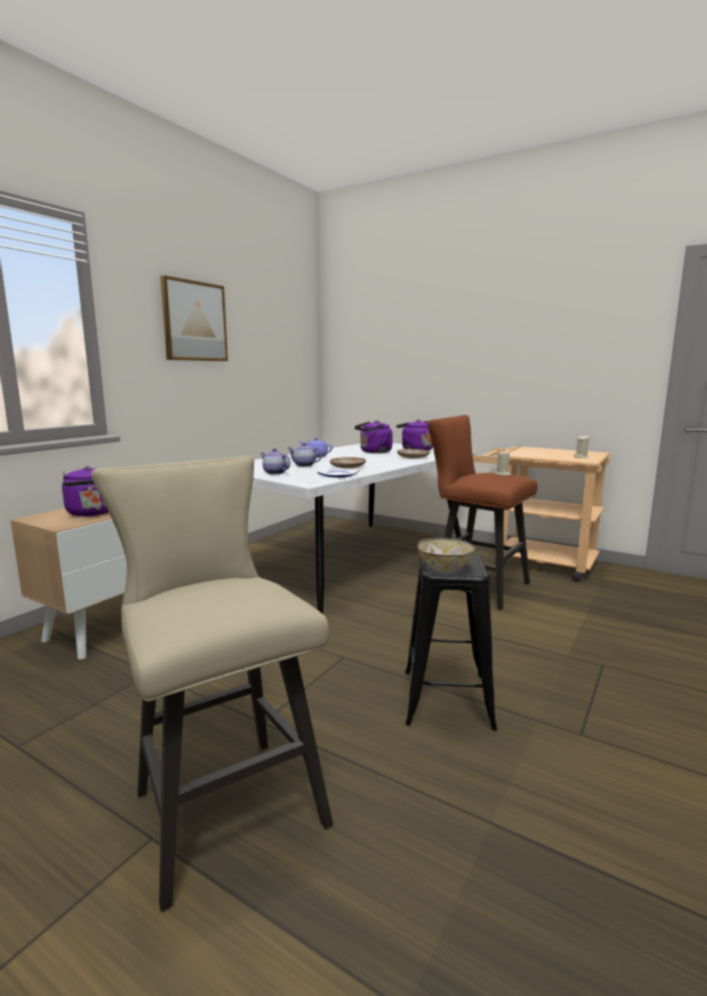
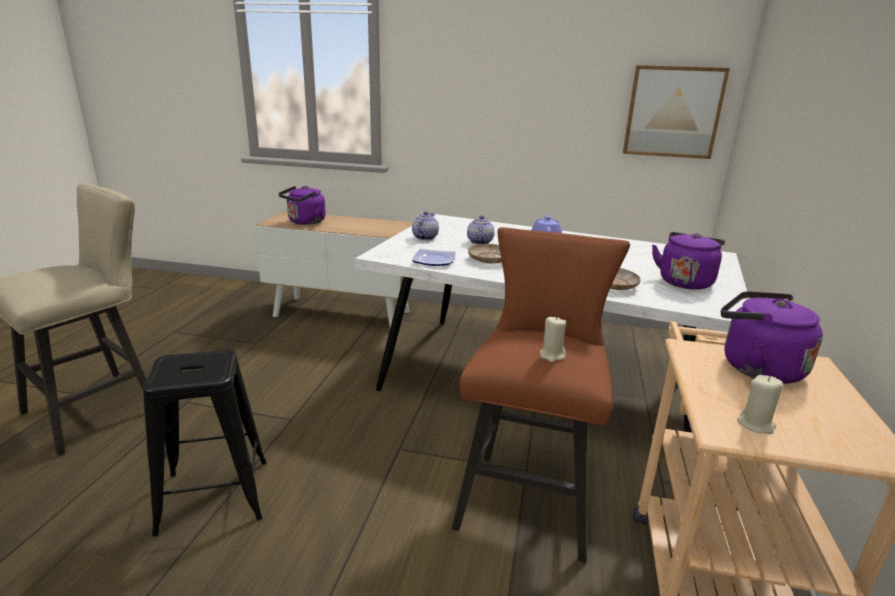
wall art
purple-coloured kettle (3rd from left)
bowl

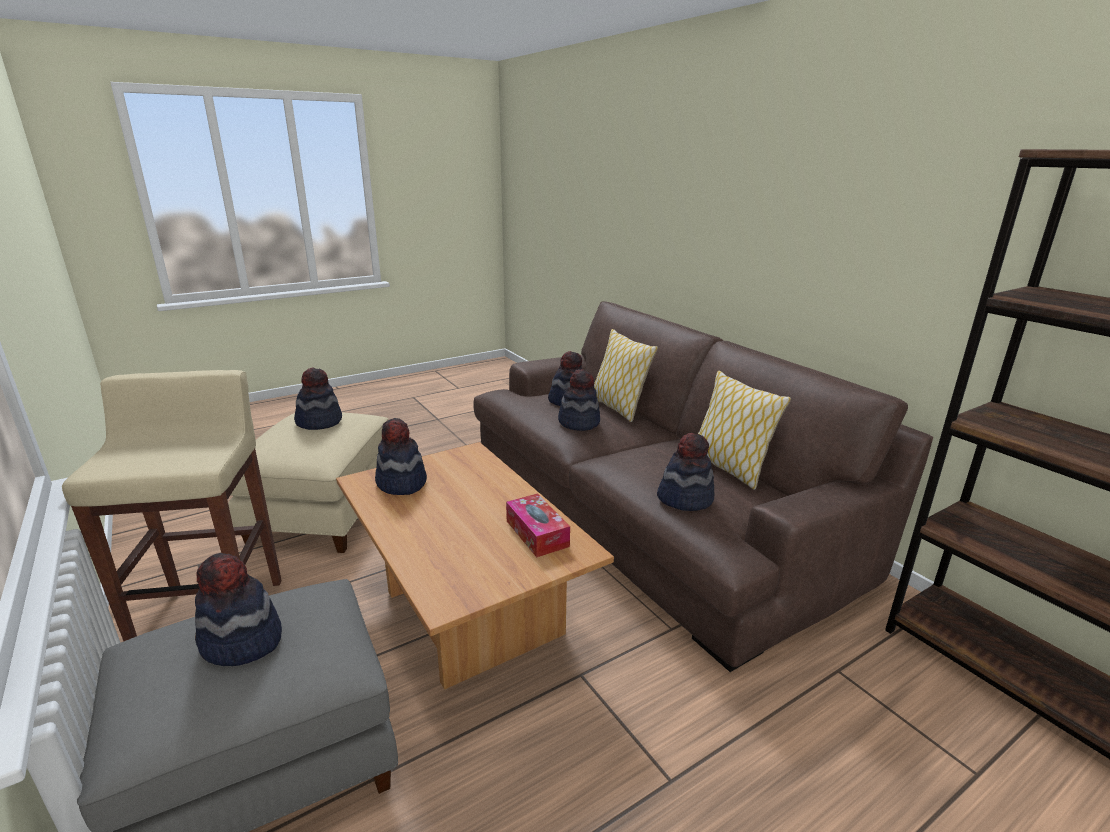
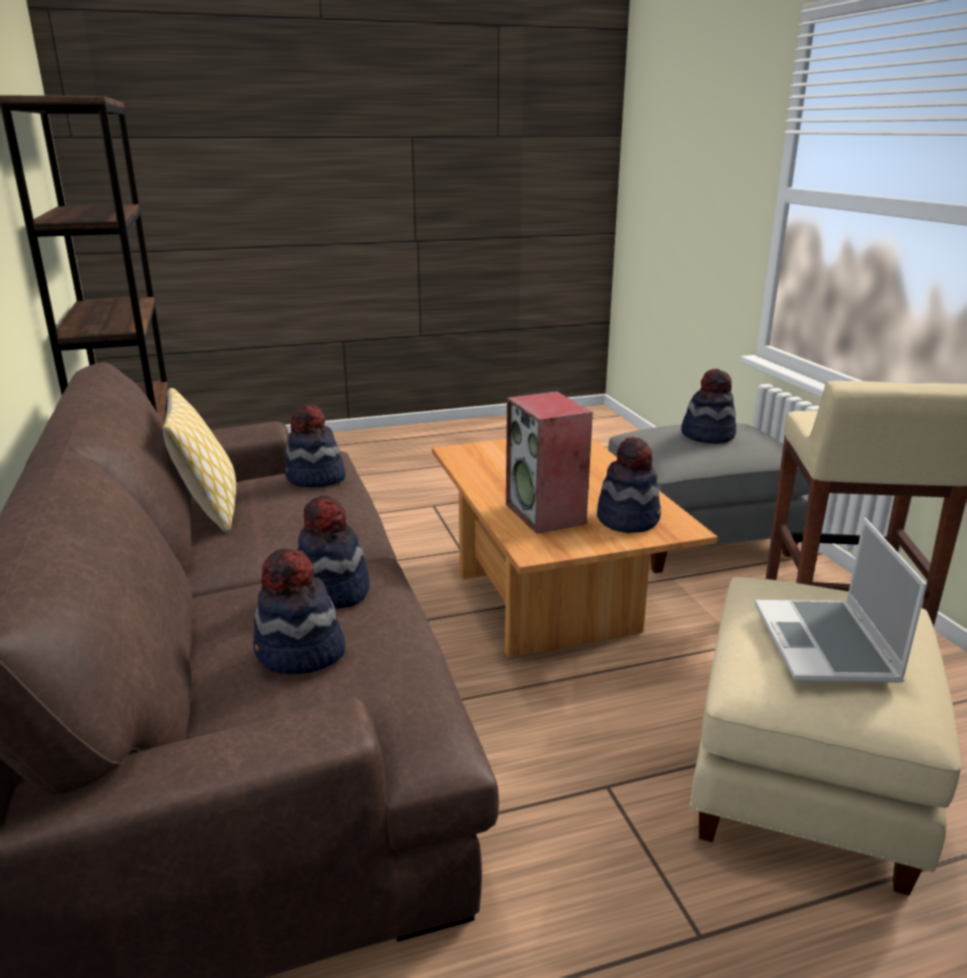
audio speaker
laptop
box of tissues
throw pillow (1st from left in the first image)

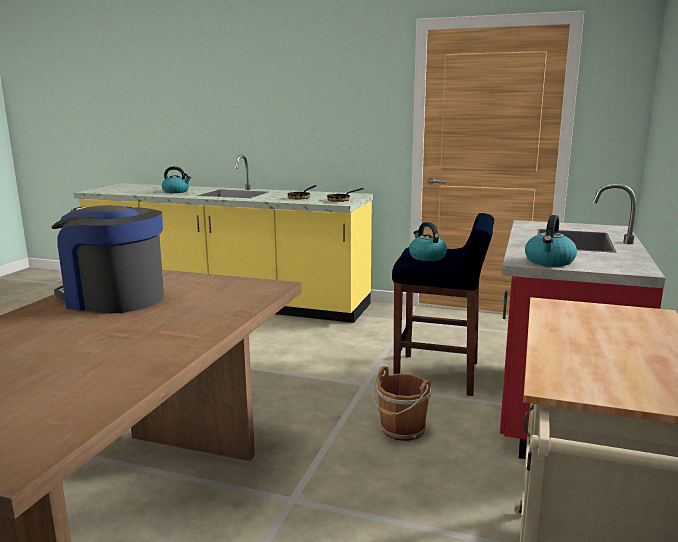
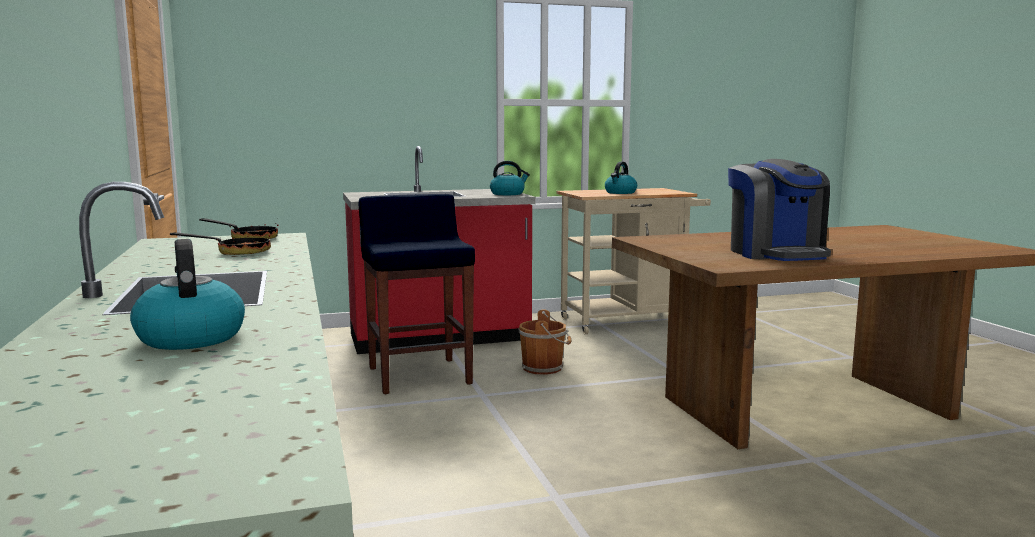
kettle (3rd from left)

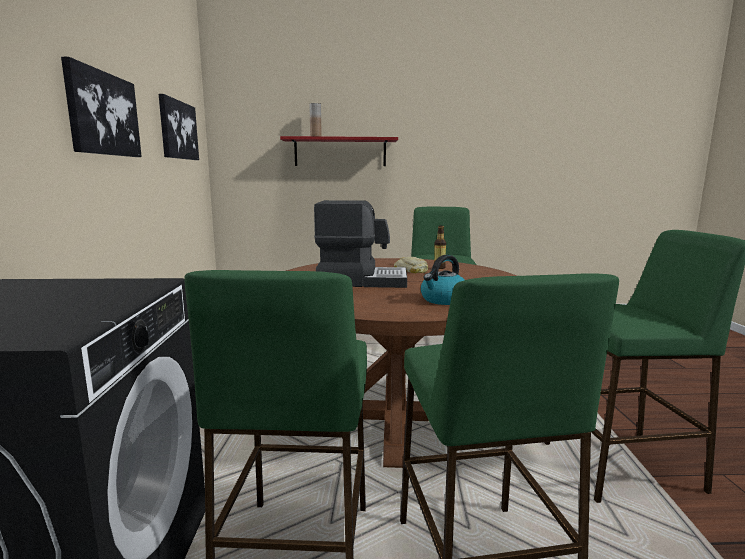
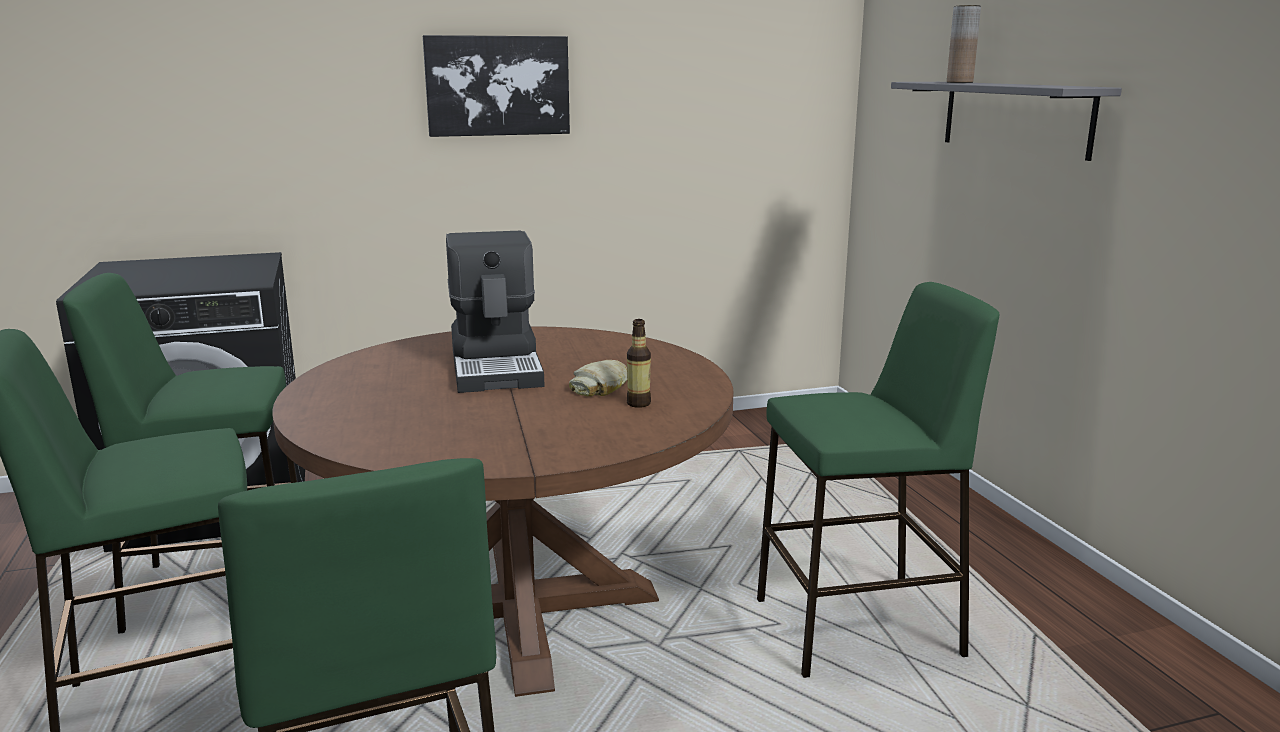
grey wall shelf
wall art (2nd from left in the first image)
kettle

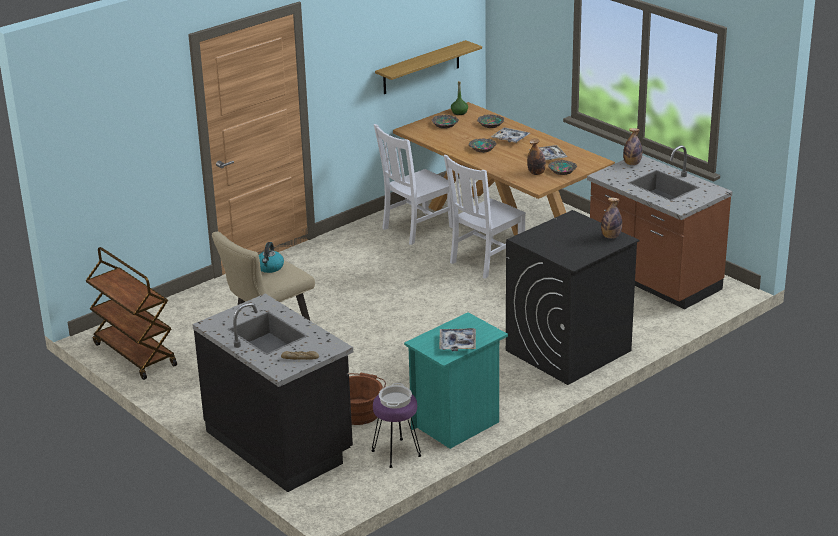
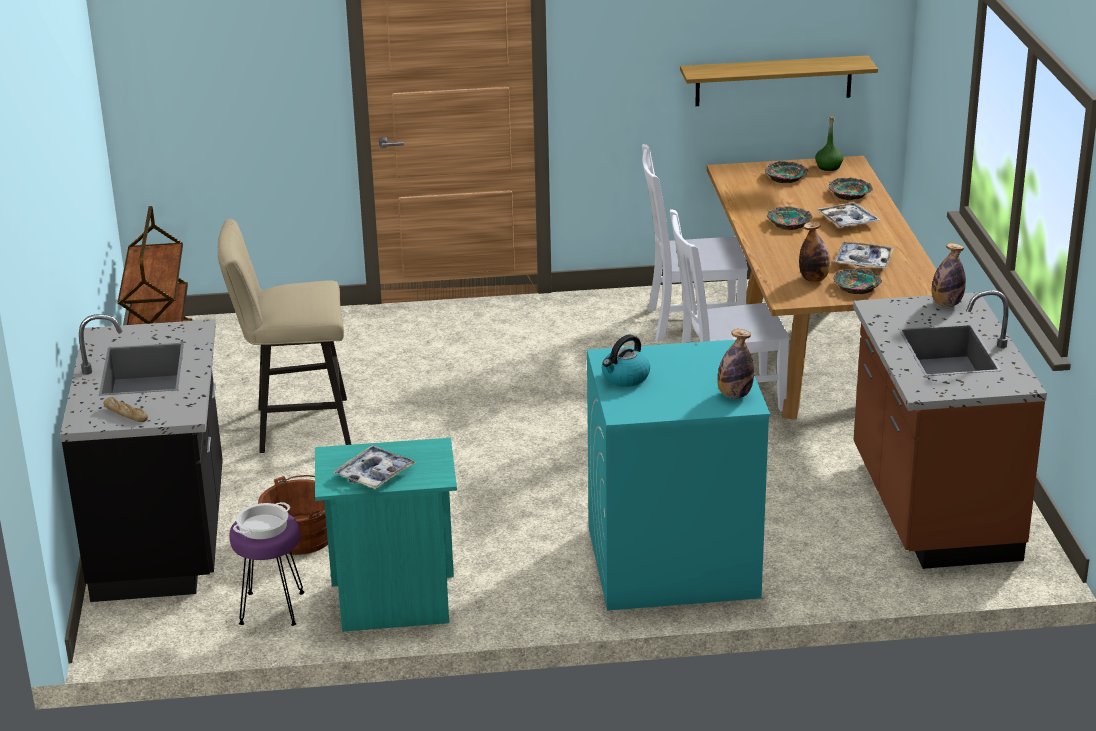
turquoise-coloured laundry appliance
kettle

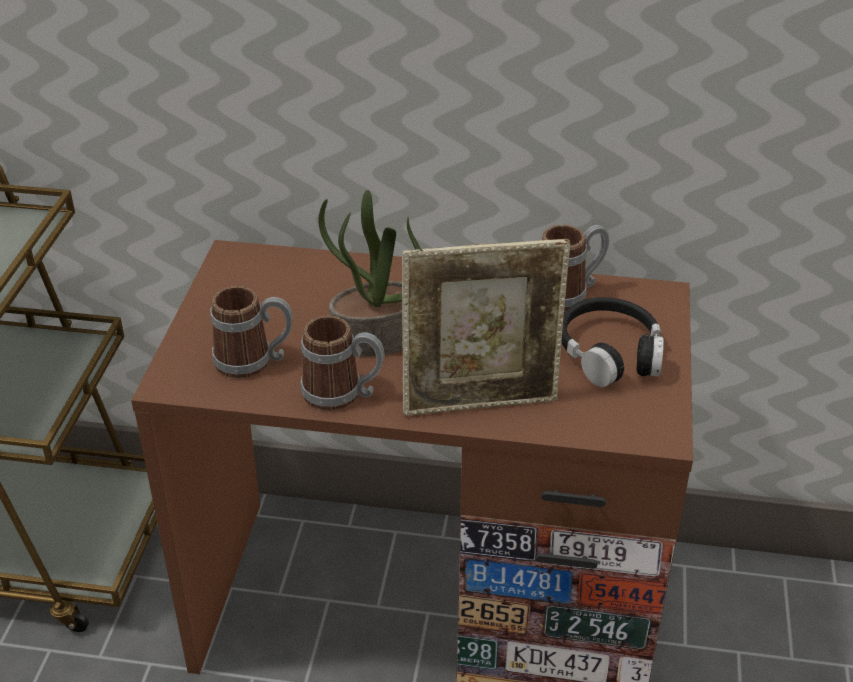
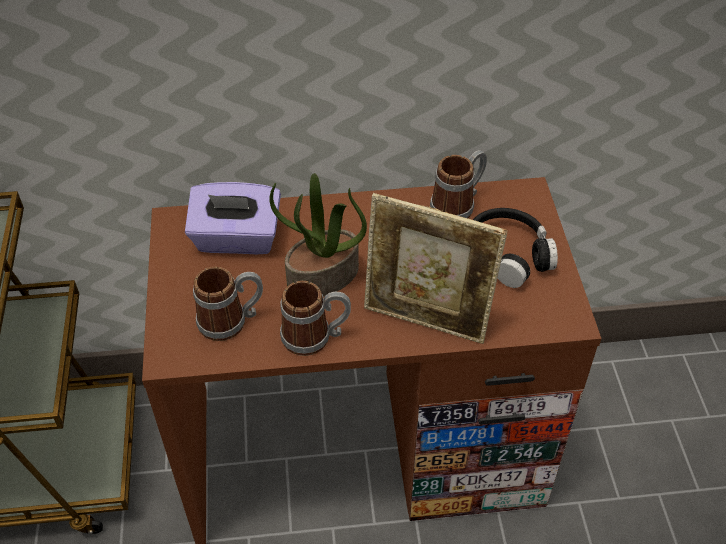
purple-coloured box of tissues
standing frame

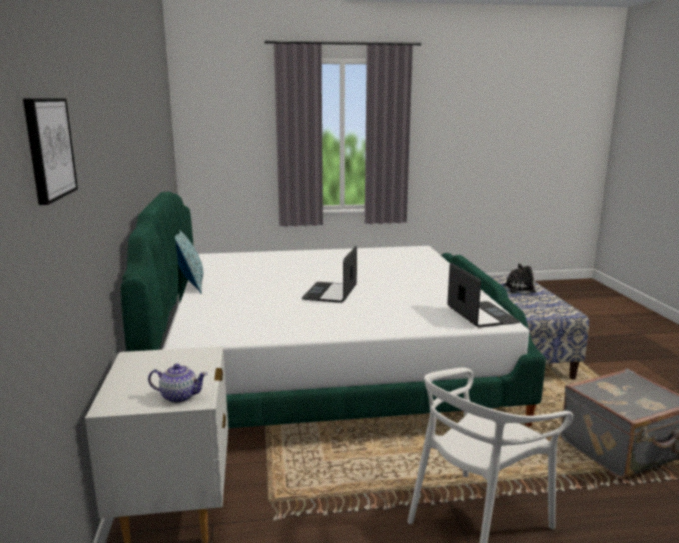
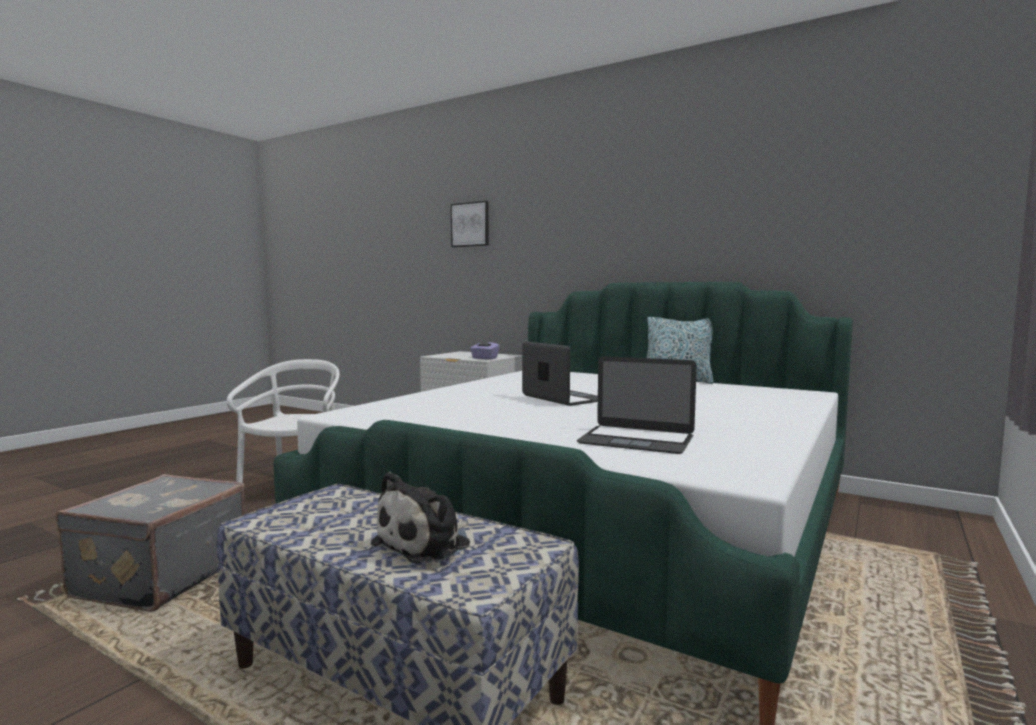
purple-coloured box of tissues
laptop (2nd from left)
tea pot

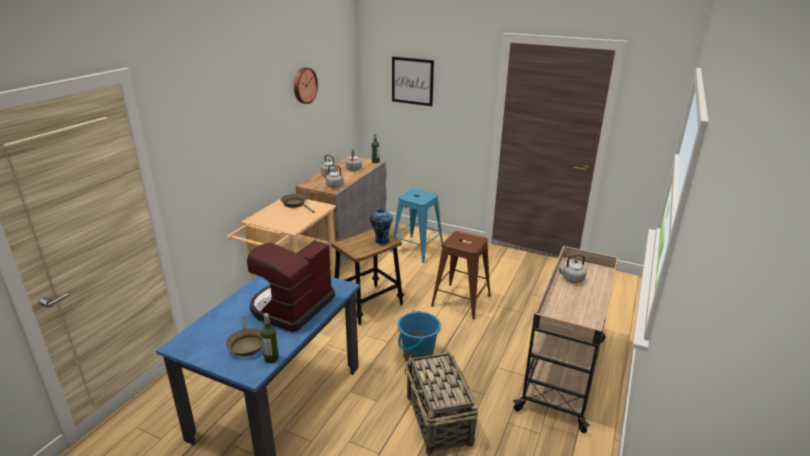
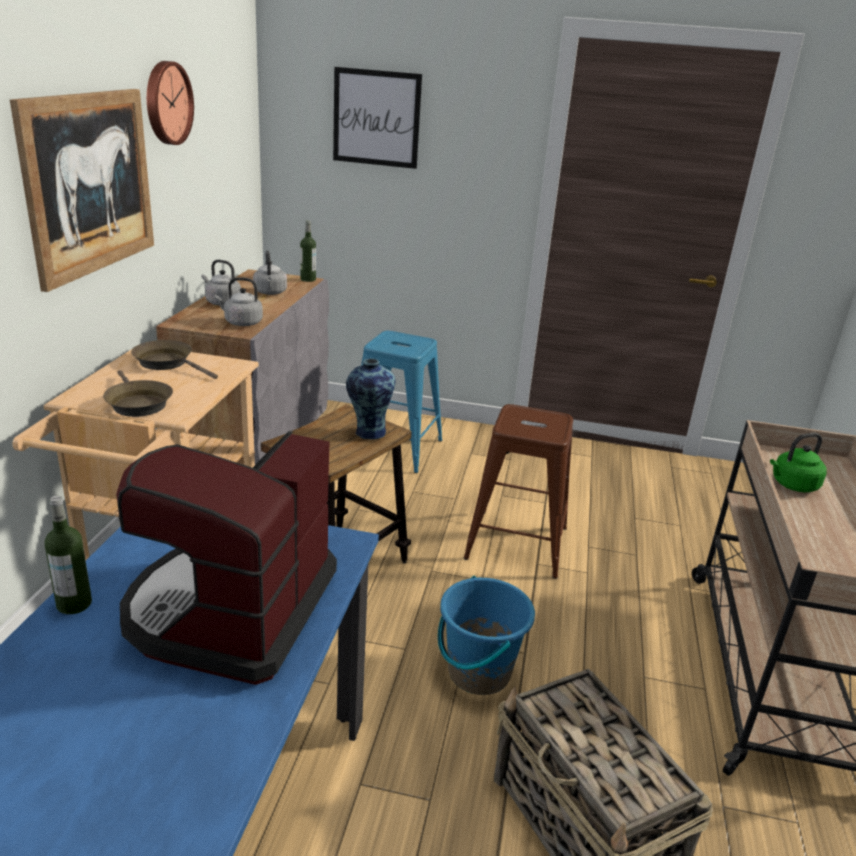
wall art (1st from left)
drink bottle (1st from left)
brown-coloured pan (1st from left)
greenish kettle

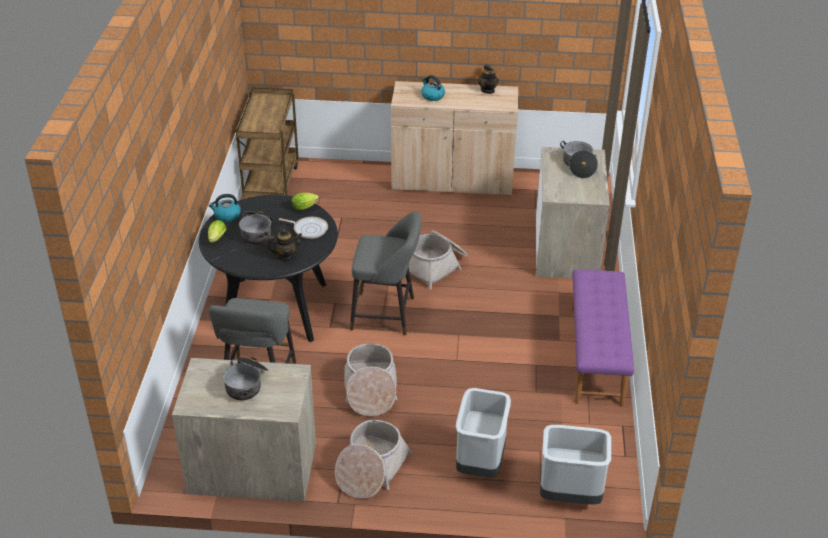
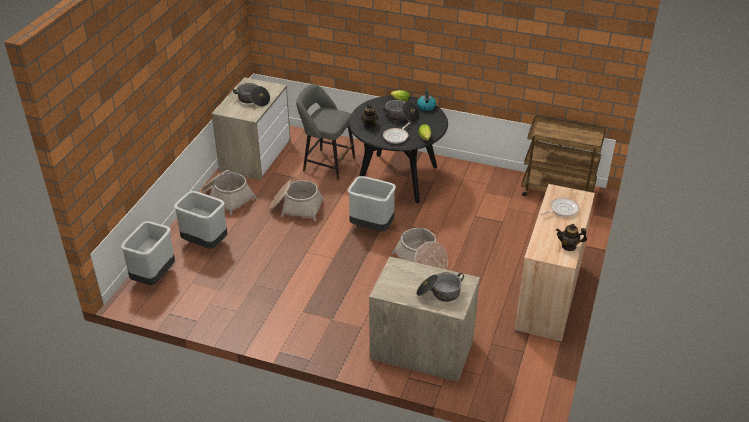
grey rubbish bin (3rd from left)
pan (2nd from left)
purple-coloured indoor bench

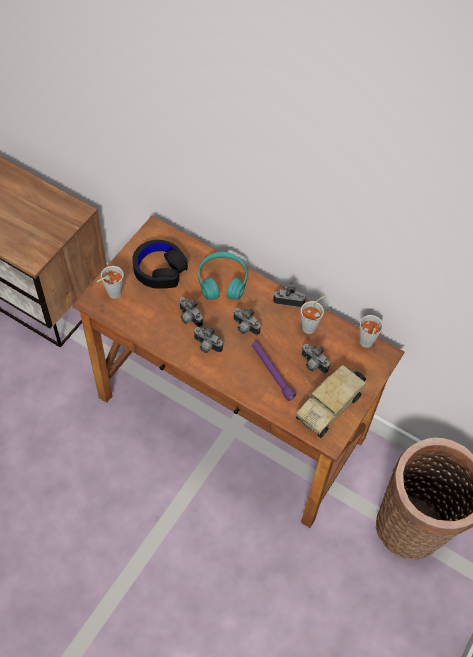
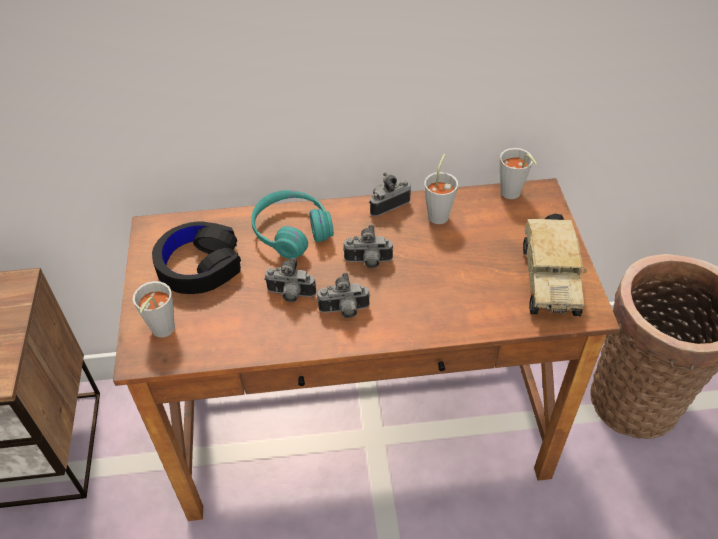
purple-coloured flashlight
still camera (5th from left in the first image)

